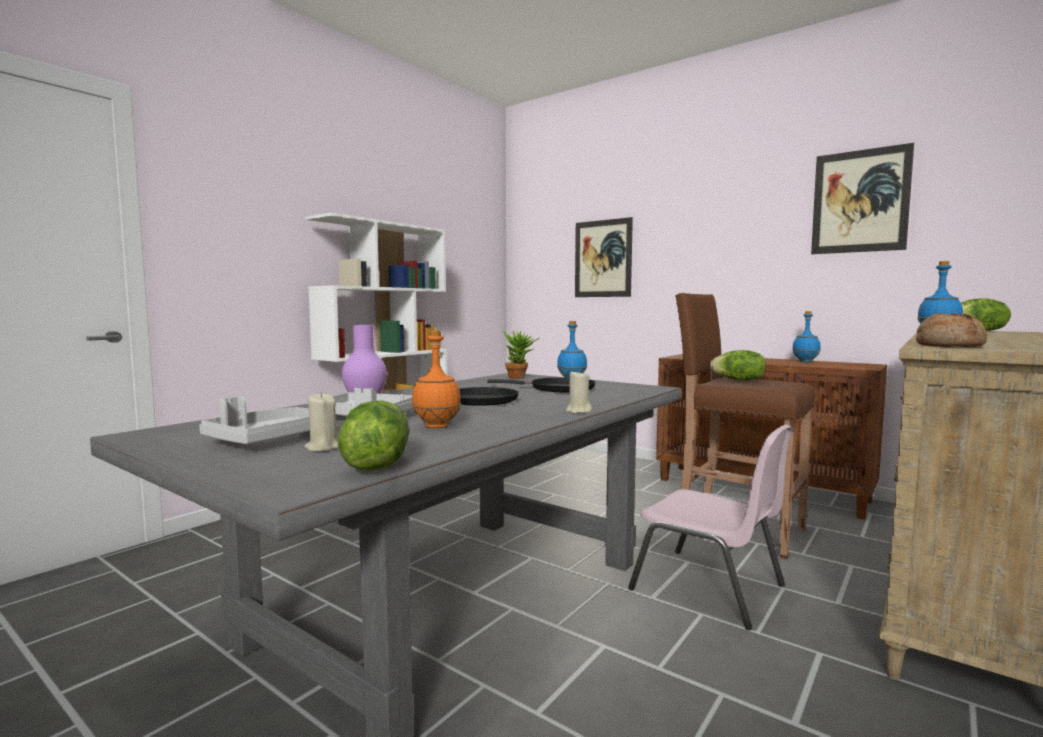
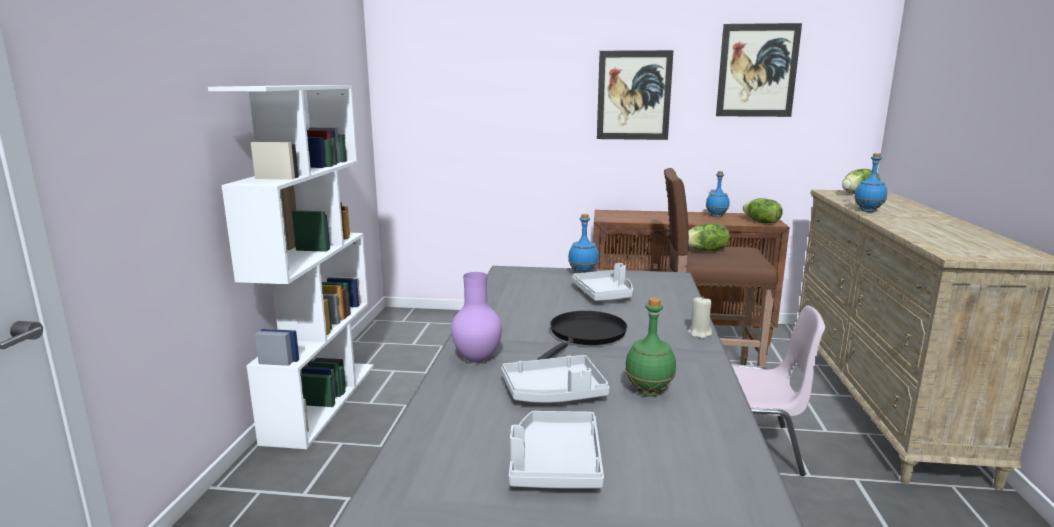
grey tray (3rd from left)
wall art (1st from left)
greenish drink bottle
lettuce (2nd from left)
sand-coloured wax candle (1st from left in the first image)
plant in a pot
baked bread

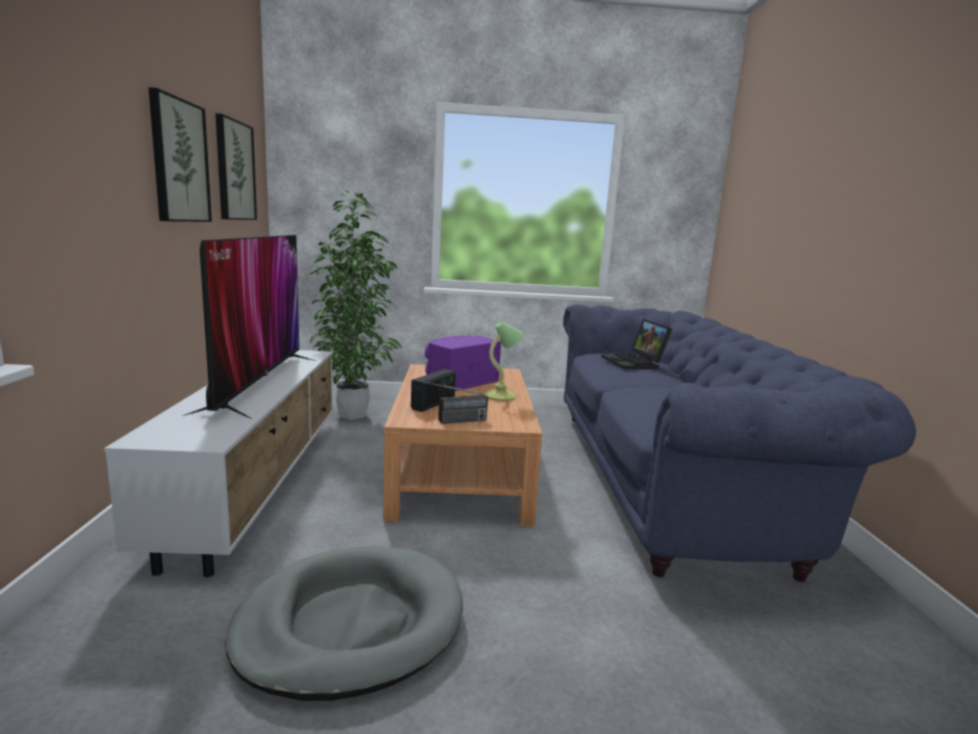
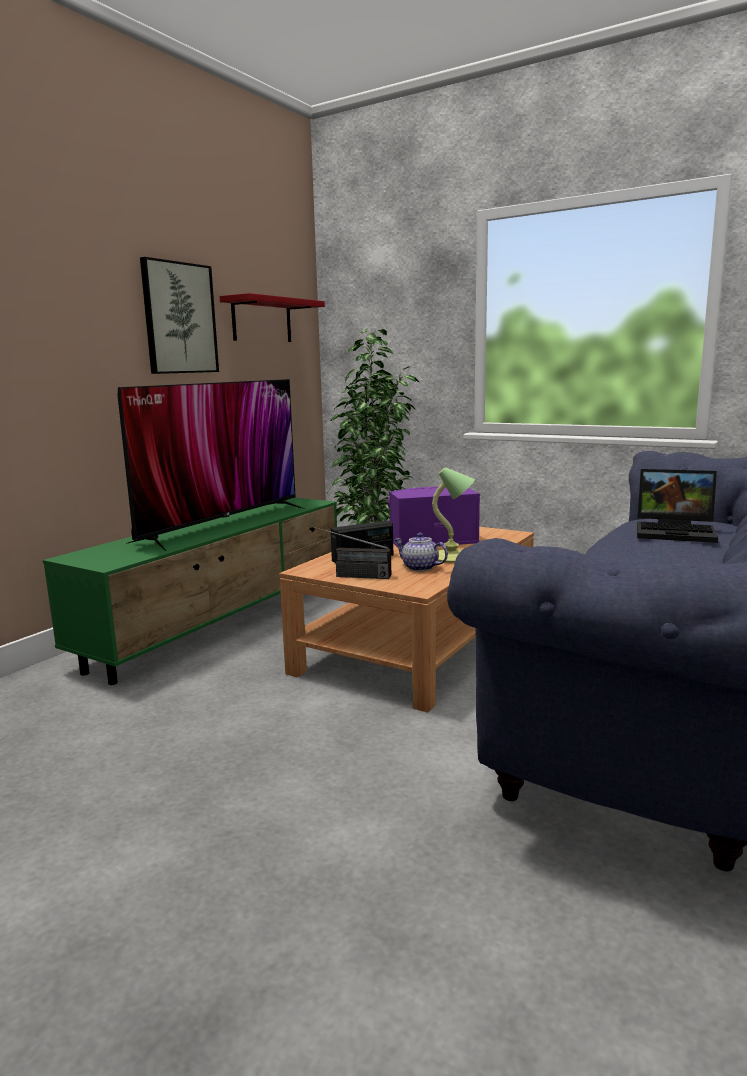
greenish media console
red wall shelf
tea pot
laptop
grey pet bed

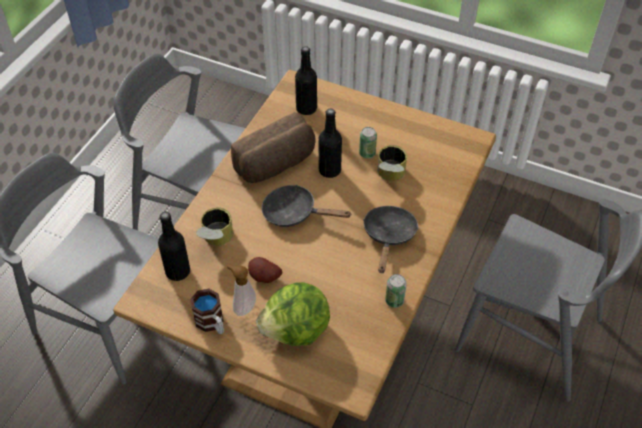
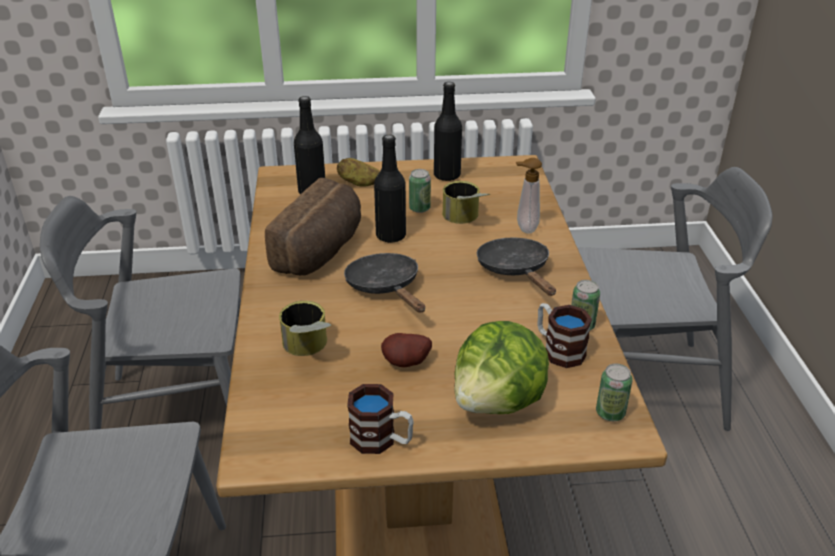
potato (1st from left)
black-coloured pan (1st from left)
black-coloured drink bottle (3rd from left)
liquid soap bottle
coffee mug (2nd from left)
sealed can (5th from left)

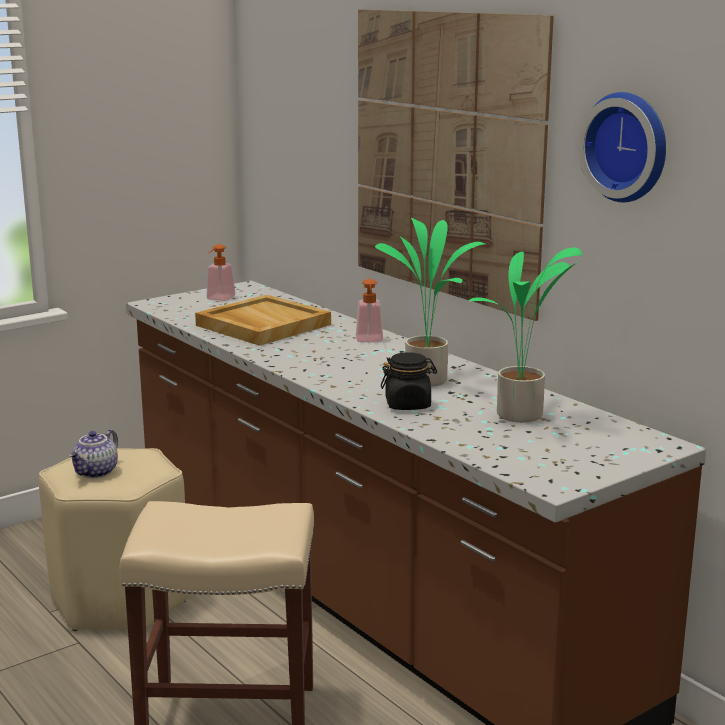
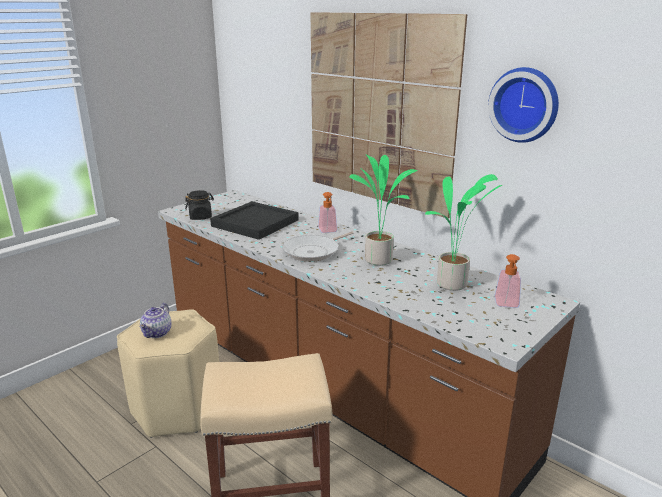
black-coloured storage jar
black-coloured tray
pan
liquid soap bottle (2nd from left)

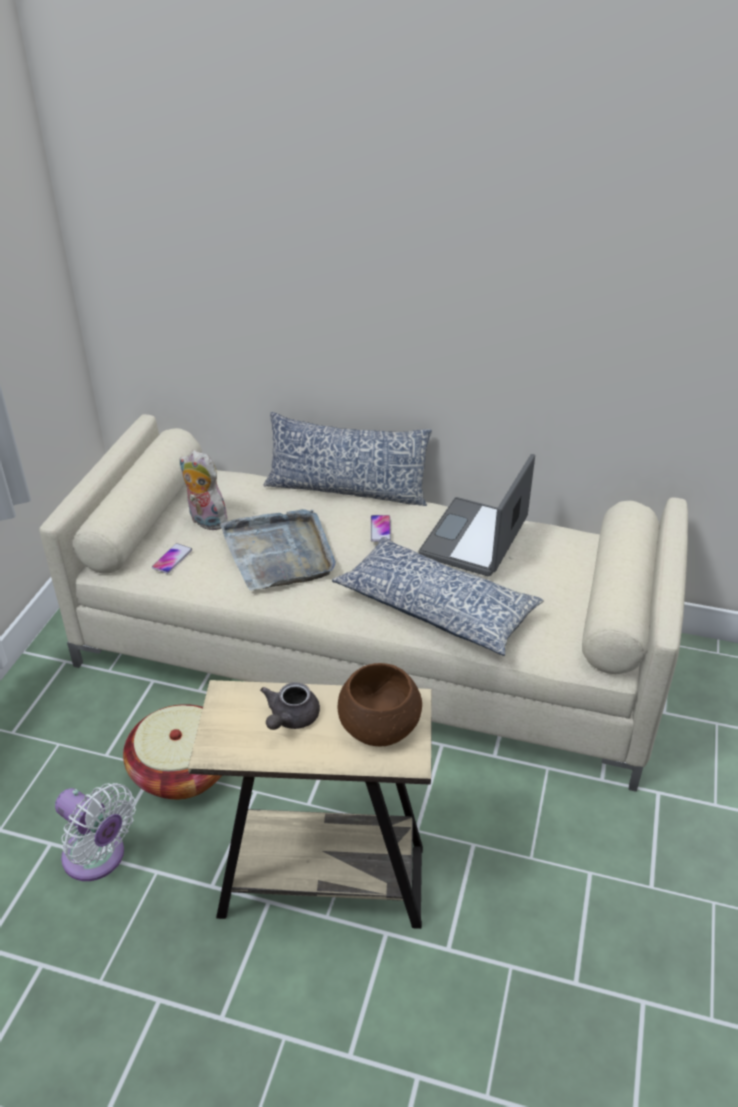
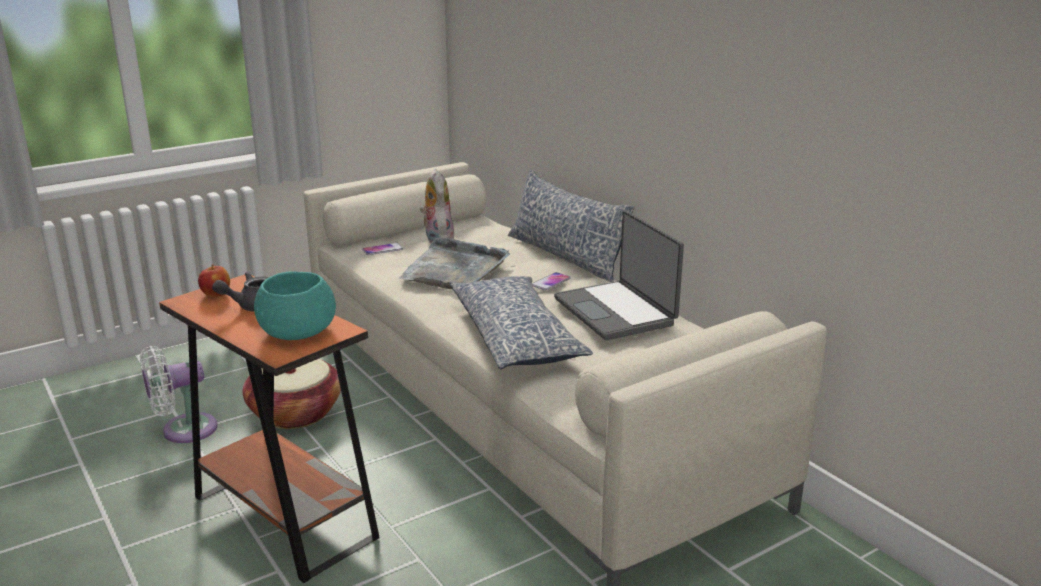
whitish electric fan
orangey end table
apple
turquoise-coloured bowl
laptop

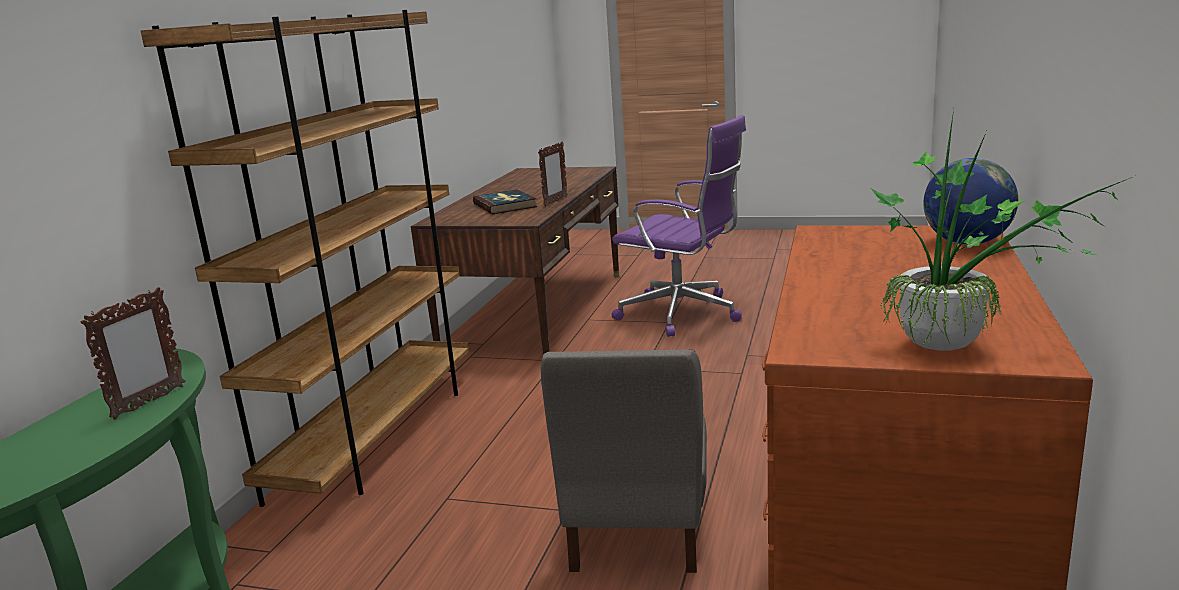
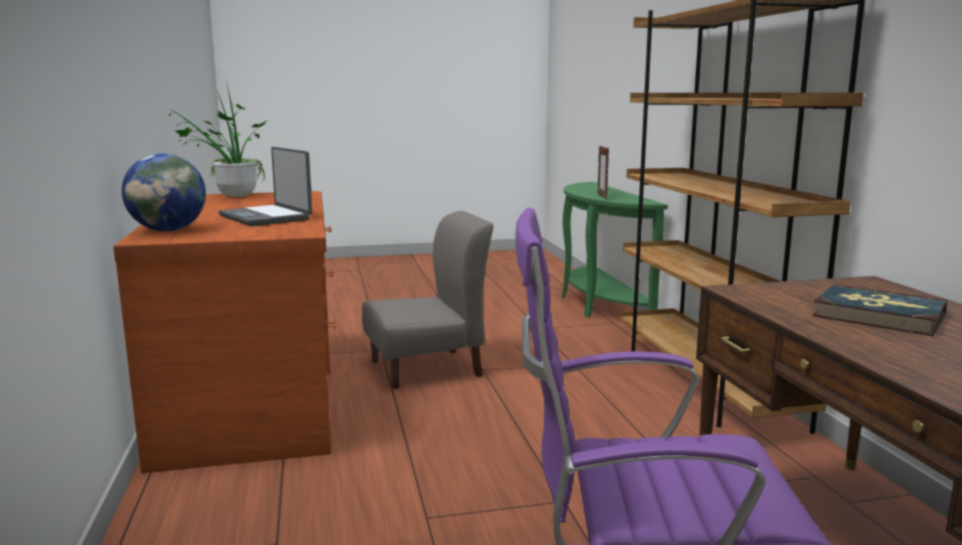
laptop
grey upright chair
standing frame (2nd from left in the first image)

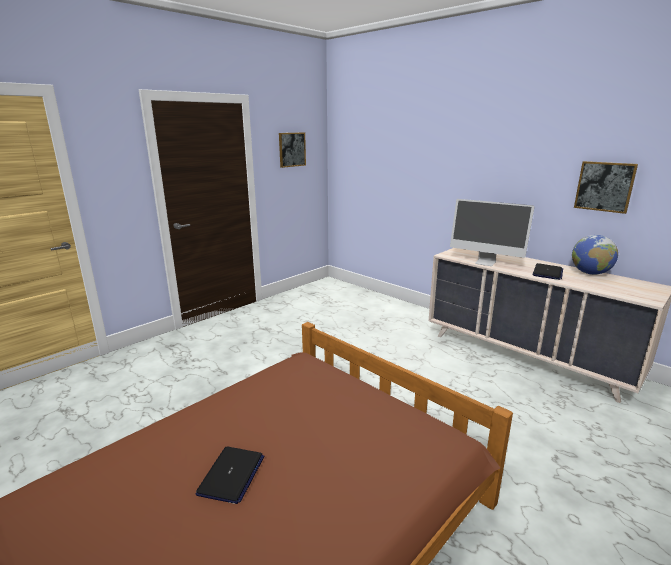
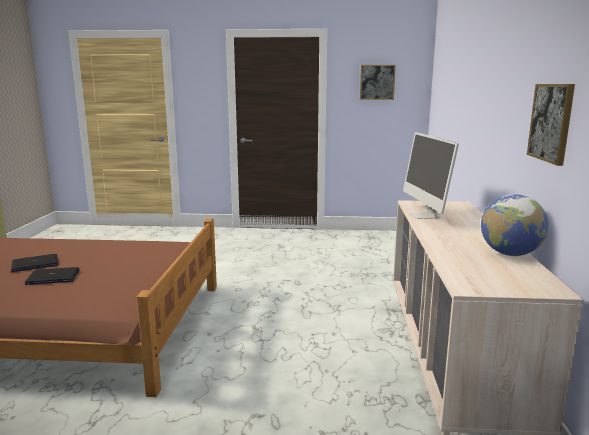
laptop (2nd from left)

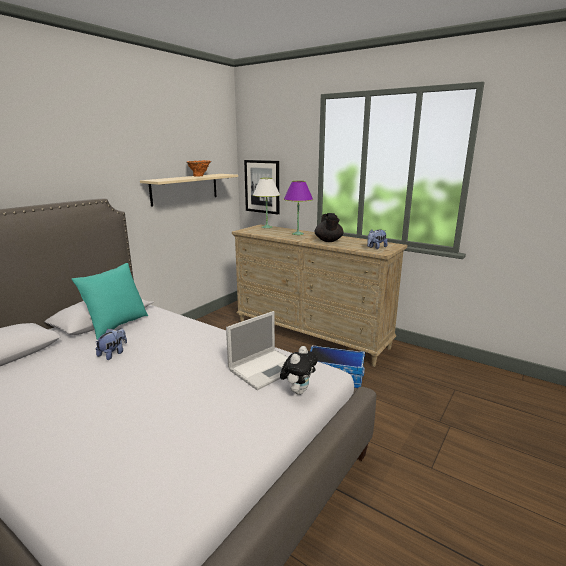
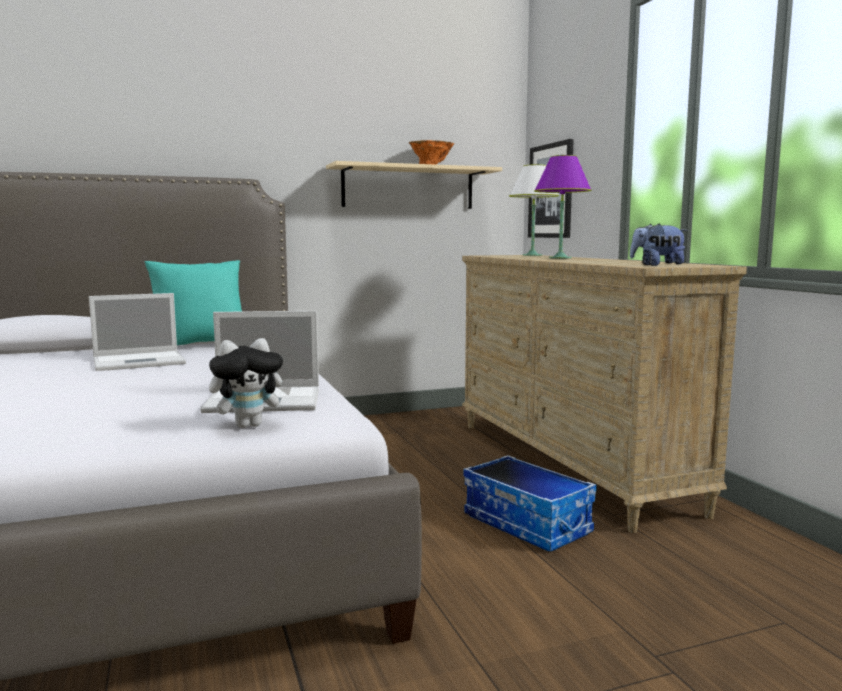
laptop (1st from left)
black-coloured tea pot

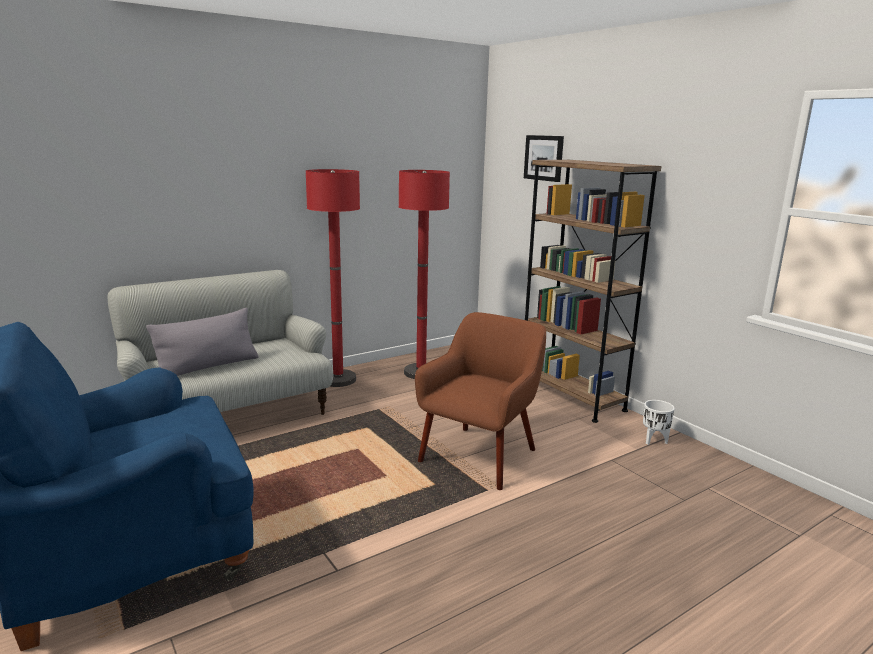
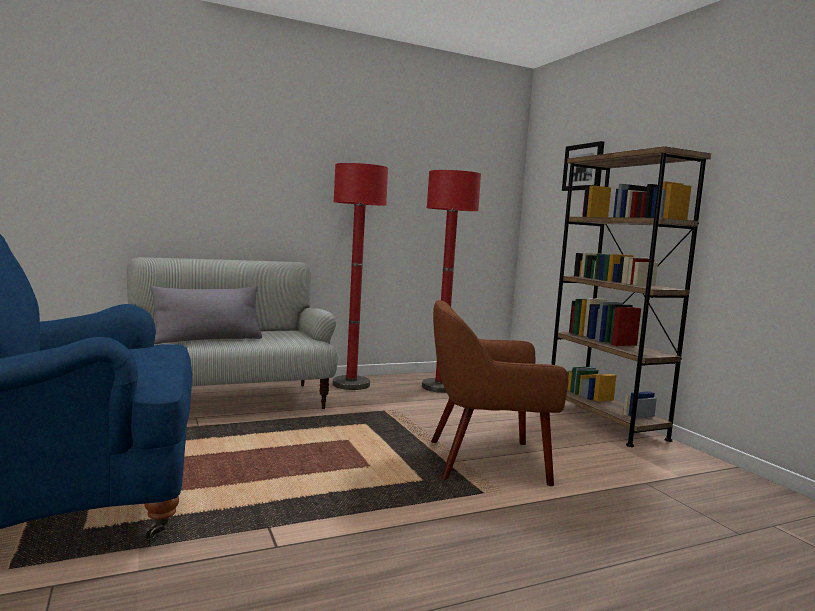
brown-coloured lounge chair
whitish plant pot

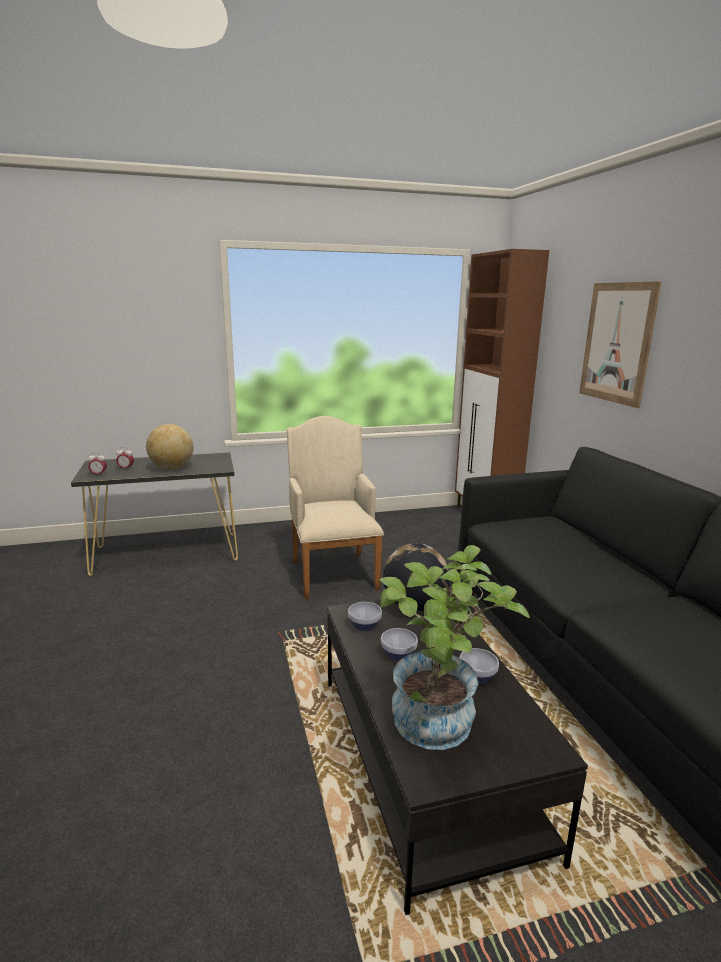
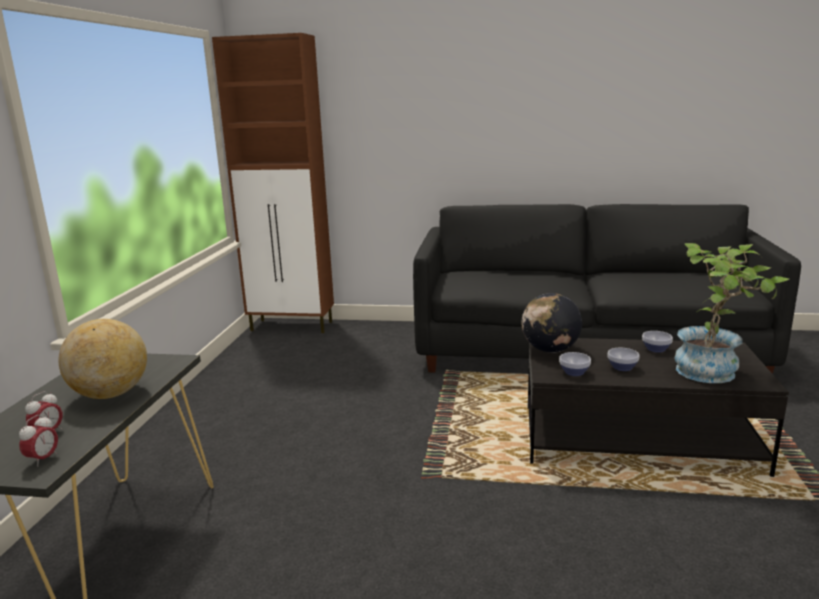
sand-coloured lounge chair
wall art

